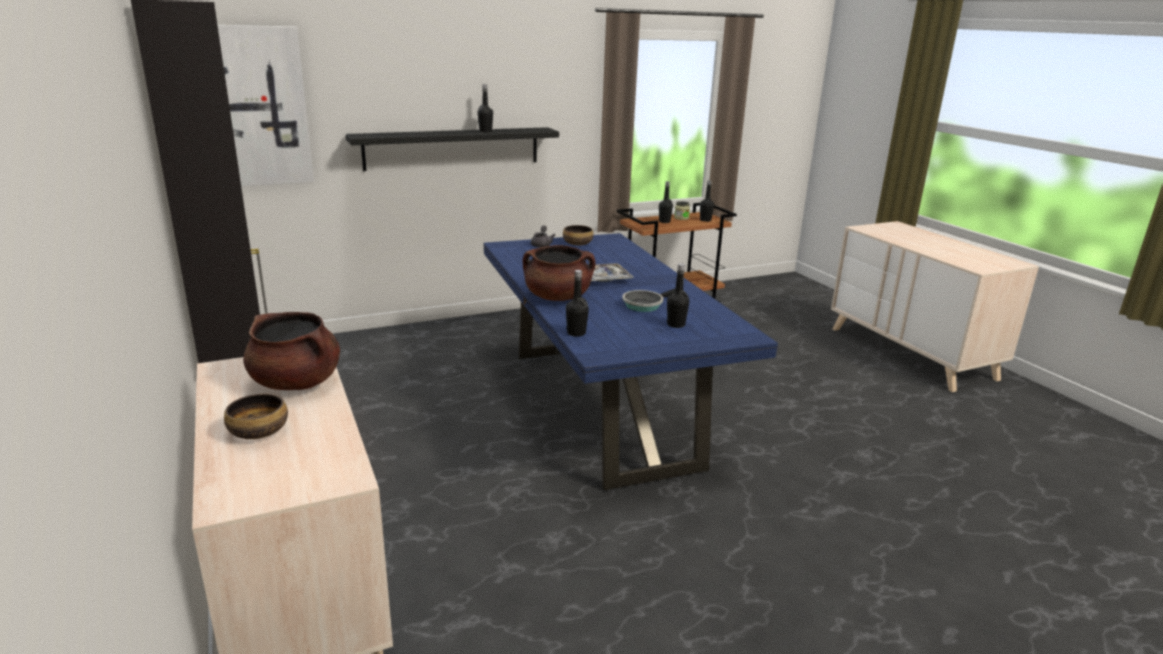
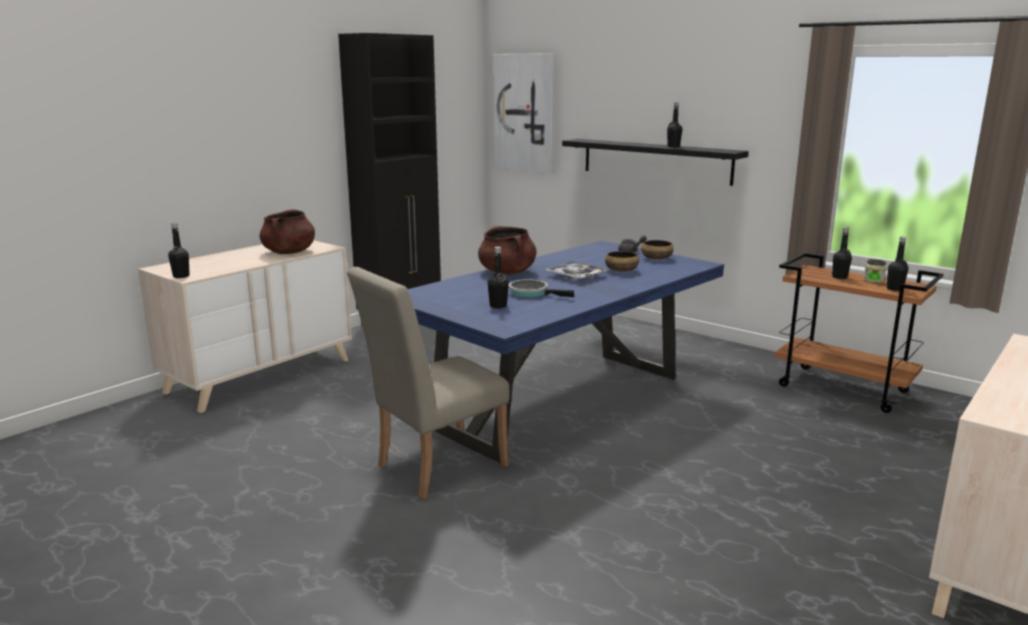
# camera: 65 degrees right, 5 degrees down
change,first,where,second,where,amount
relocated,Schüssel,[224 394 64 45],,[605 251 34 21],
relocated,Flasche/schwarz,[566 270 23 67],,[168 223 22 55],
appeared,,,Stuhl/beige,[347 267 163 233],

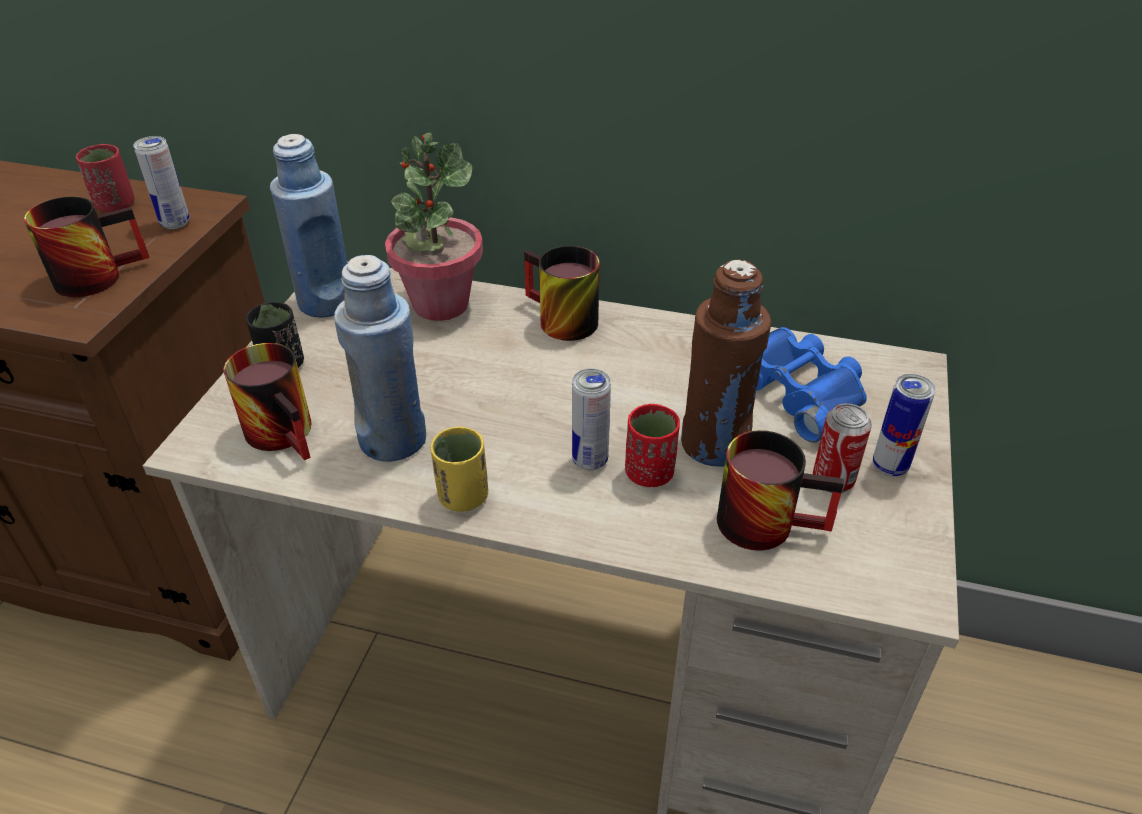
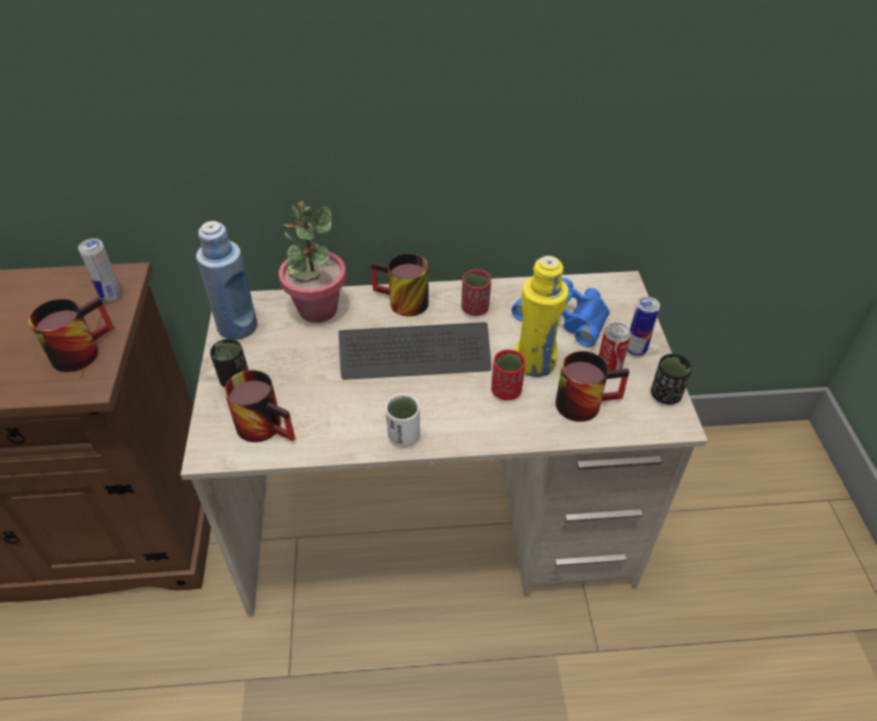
# camera: 20 degrees left, 5 degrees up
change,first,where,second,where,amount
relocated,Tasse/rot,[76 144 59 68],,[461 270 30 46],
missing,Flasche/blau,[334 255 92 207],,,
colour,Tasse/gelb,[431 427 57 85],Tasse/weiß,[386 394 34 53],
missing,Dose,[572 368 39 103],,,
colour,Flasche/braun,[681 259 90 208],Flasche/gelb,[515 256 54 121],
appeared,,,Tastatur,[339 322 152 58],
appeared,,,Tasse/schwarz,[651 354 41 51],

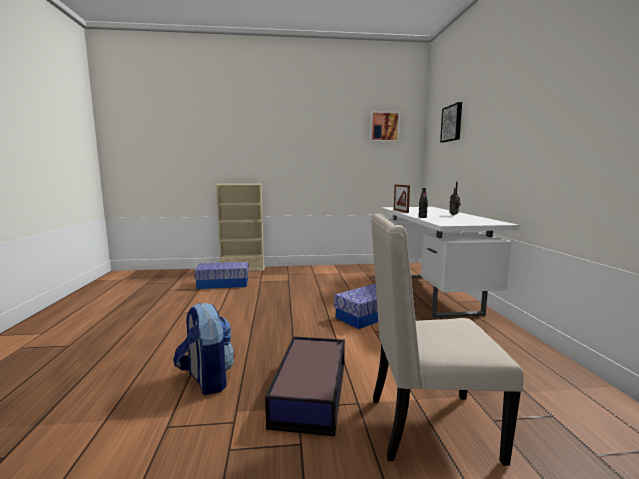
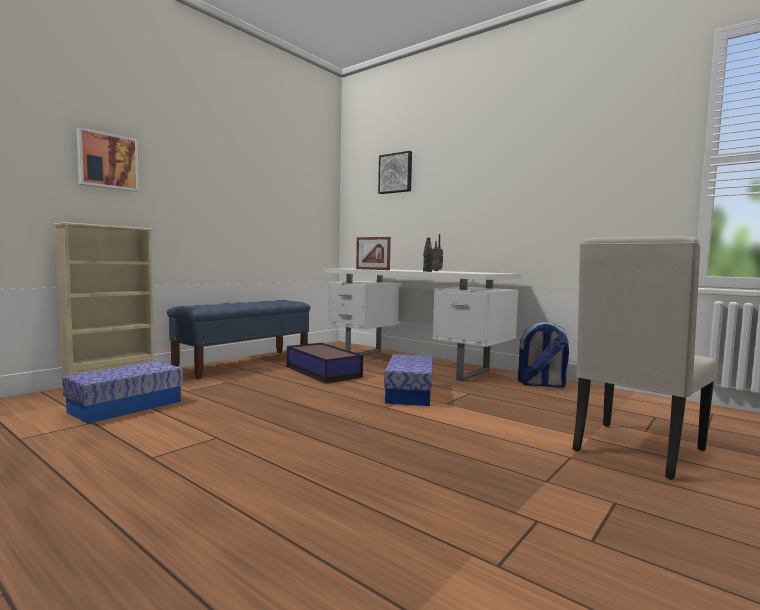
# camera: 45 degrees left, 5 degrees down
change,first,where,second,where,amount
relocated,Rucksack,[173 303 62 92],,[518 322 51 66],
relocated,Aufbewahrungsbox,[265 336 80 100],,[287 343 76 41],
relocated,Bild,[370 111 30 31],,[77 127 62 65],
appeared,,,Bank/blau,[167 300 144 79],

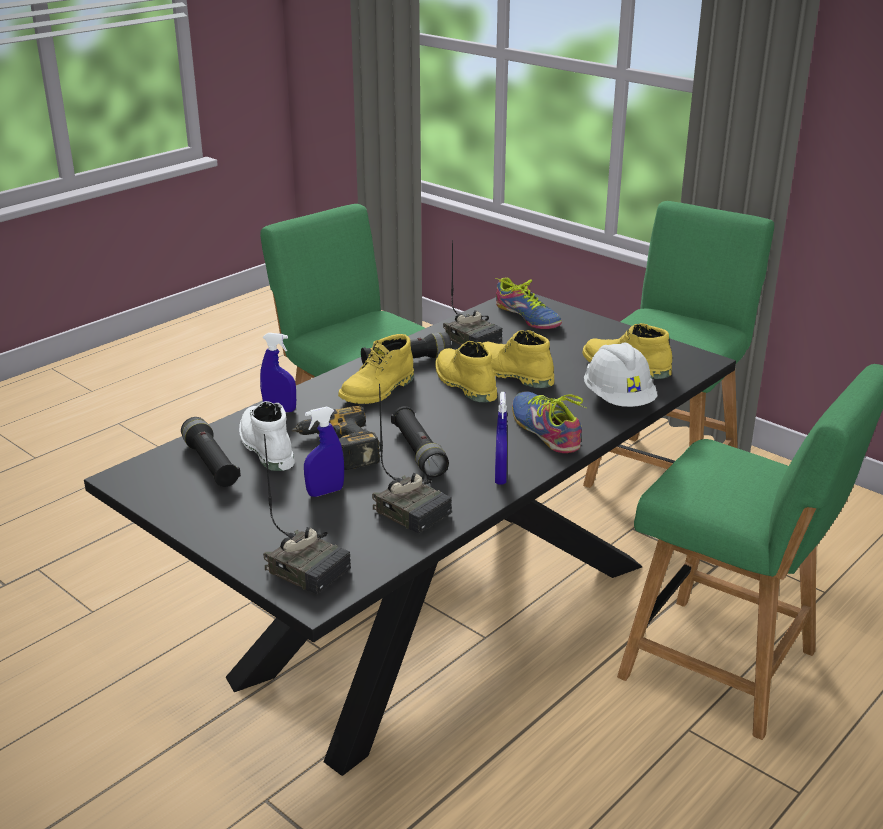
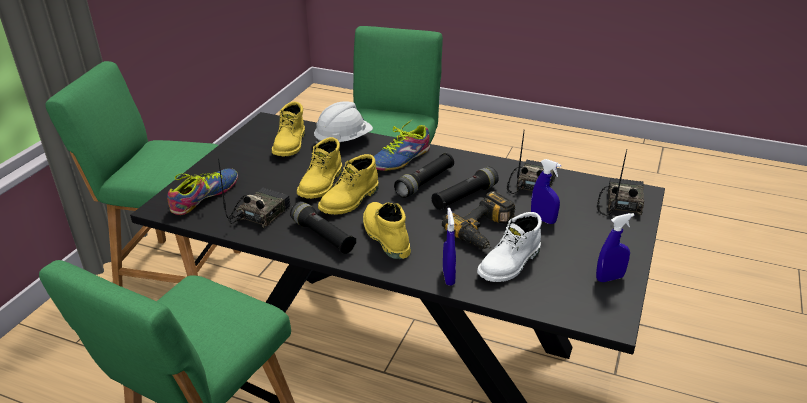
# camera: 110 degrees left, 5 degrees up
change,first,where,second,where,amount
relocated,Taschenlampe/schwarz,[181 417 60 70],,[394 153 60 45],
spun,Stiefel/gelb,[338 334 76 70],,[363 202 48 57],135 degrees counterclockwise
relocated,Sprühflasche/blau,[495 392 12 93],,[596 213 39 69],

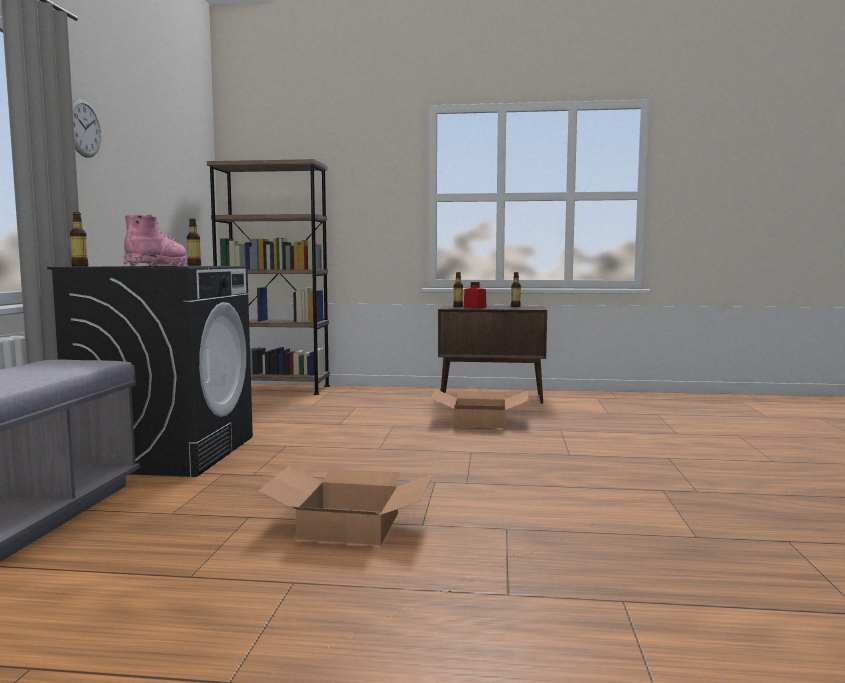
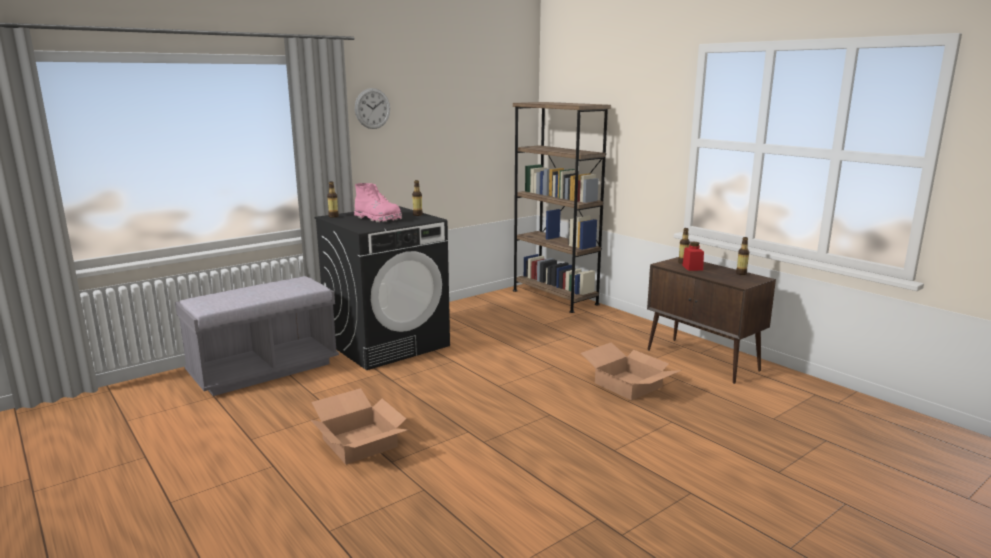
# camera: 45 degrees right, 10 degrees up
change,first,where,second,where,amount
spun,Stiefel/rosa,[123 214 64 52],,[354 183 48 39],60 degrees clockwise

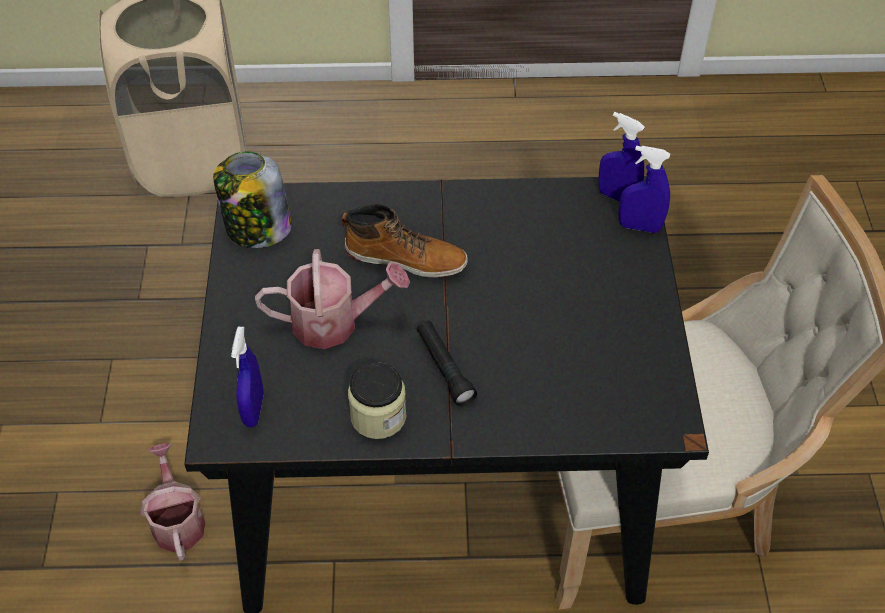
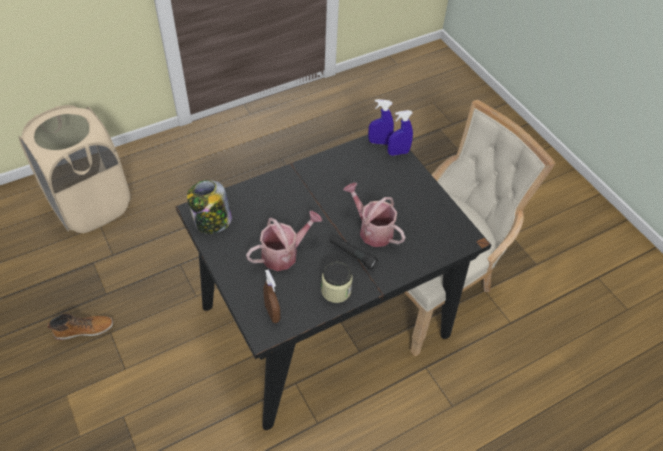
# camera: 30 degrees left, 0 degrees up
change,first,where,second,where,amount
relocated,Gießkanne,[140 443 65 118],,[343 182 63 65],
colour,Sprühflasche/blau,[231 327 33 100],Sprühflasche/braun,[263 269 18 54],
relocated,Stiefel,[341 204 127 74],,[47 314 66 26],

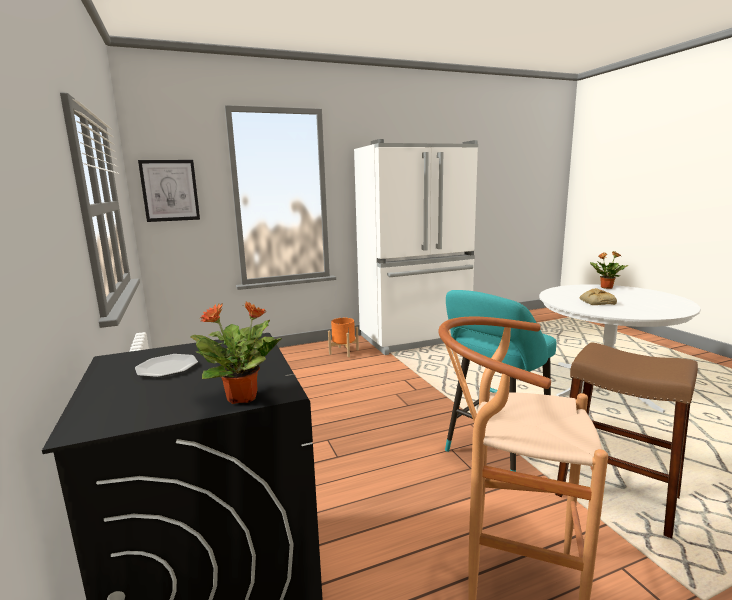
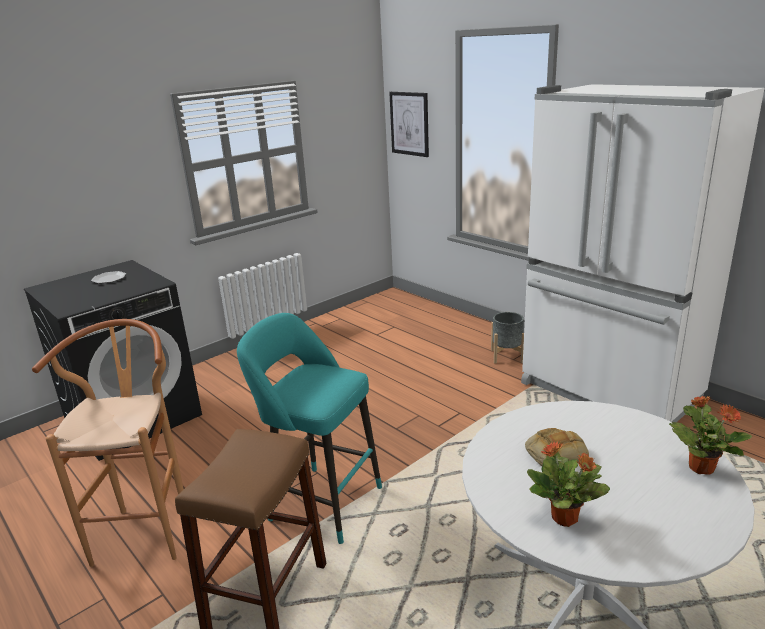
# camera: 70 degrees right, 10 degrees up
change,first,where,second,where,amount
relocated,Topfpflanze,[190 302 92 102],,[527 441 83 86],
colour,Pflanzkübel/orange,[328 318 31 39],Pflanzkübel/grau,[491 312 33 51],

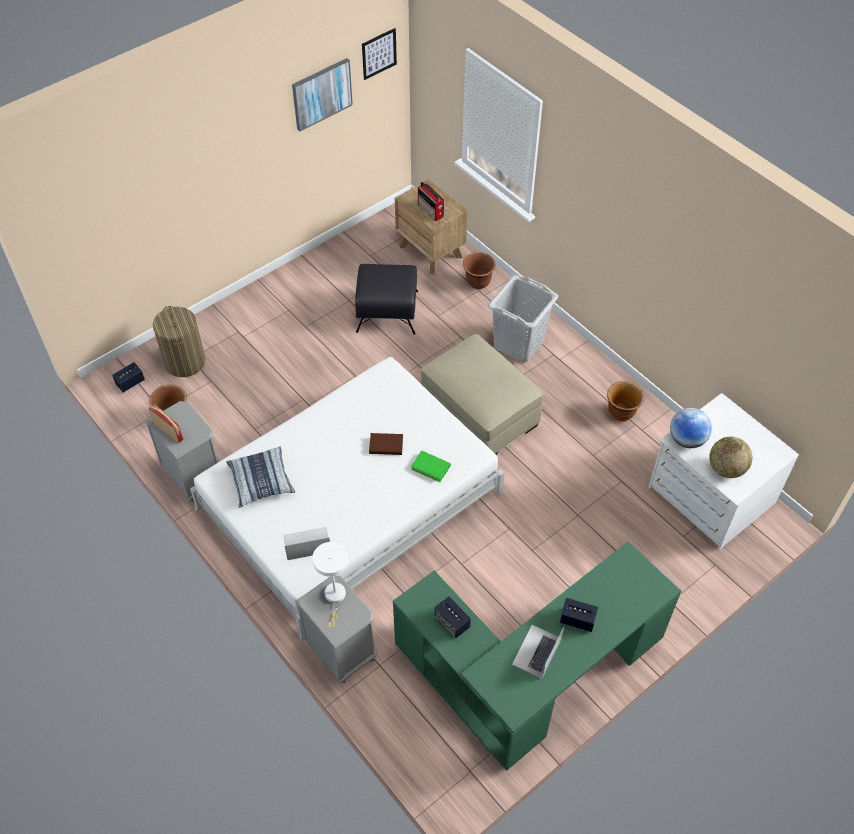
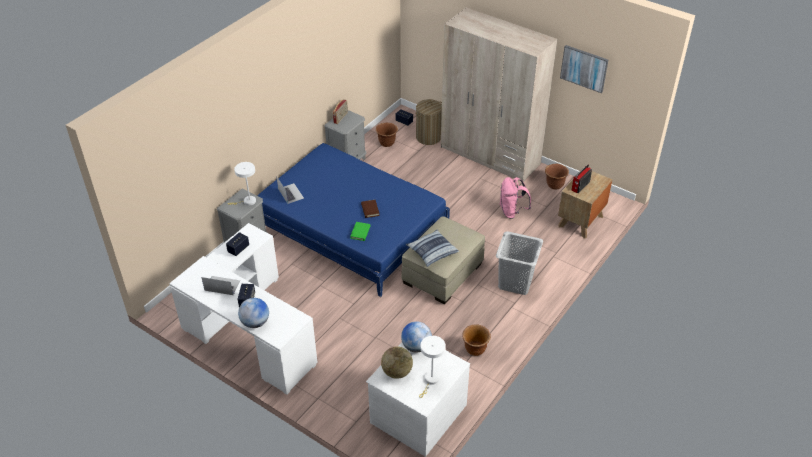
# camera: 75 degrees right, 10 degrees down
change,first,where,second,where,amount
colour,Bett/weiß,[190 357 315 284],Bett/blau,[258 143 192 154],
relocated,Kissen,[226 447 69 61],,[406 230 53 37],
exchanged,Polsterhocker/schwarz,[355 264 63 71],Rucksack/rosa,[499 177 32 42],
missing,Bild,[362 28 35 52],,,
colour,Schreibtisch/grün,[393 541 288 230],Schreibtisch/weiß,[169 223 149 172],
relocated,Pflanzkübel/braun,[463 252 33 37],,[545 164 24 26],
appeared,,,Globus,[238 298 31 30],
appeared,,,Tischlampe/weiß,[419 336 27 62],
appeared,,,Kleiderschrank/beige,[441 7 116 175],

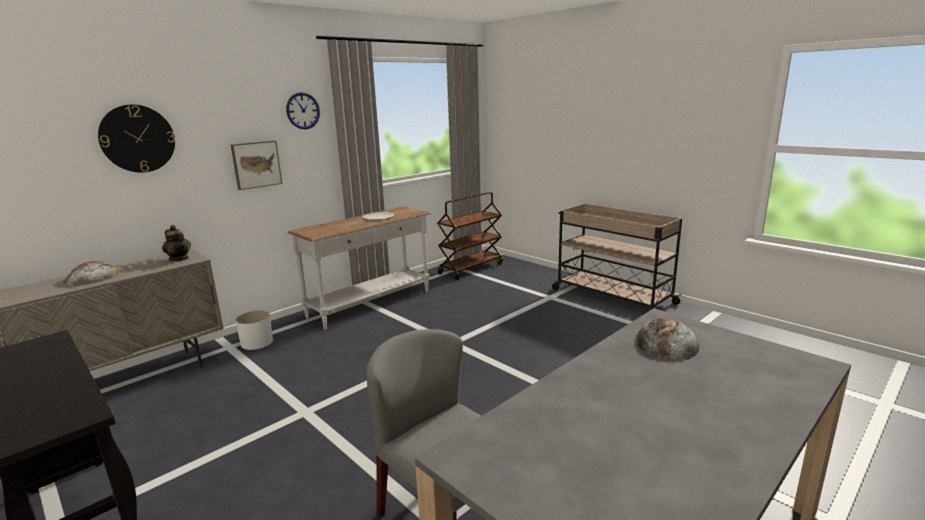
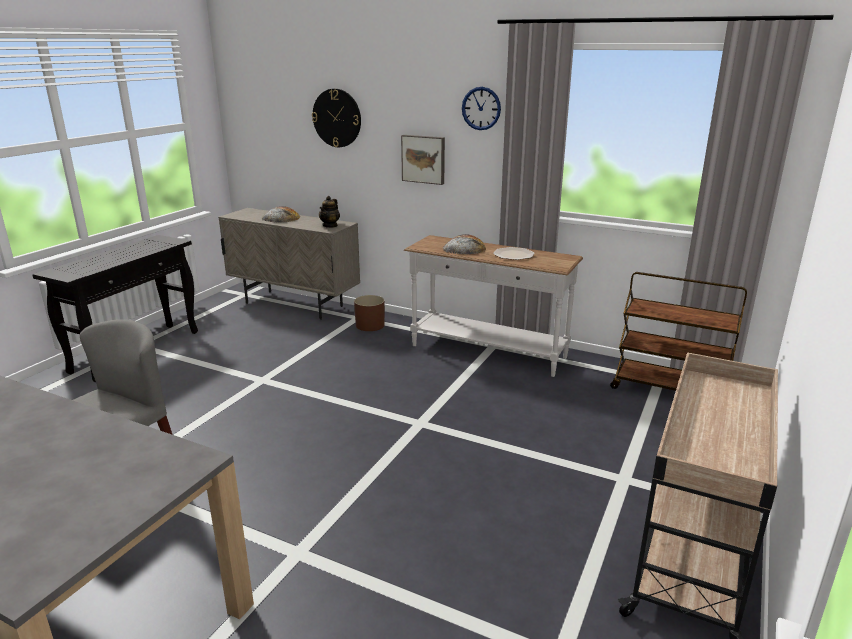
# camera: 70 degrees right, 5 degrees up
change,first,where,second,where,amount
colour,Pflanzkübel/weiß,[236 311 37 39],Pflanzkübel/braun,[354 295 31 36],
relocated,Brot,[636 318 63 43],,[442 234 44 20],

